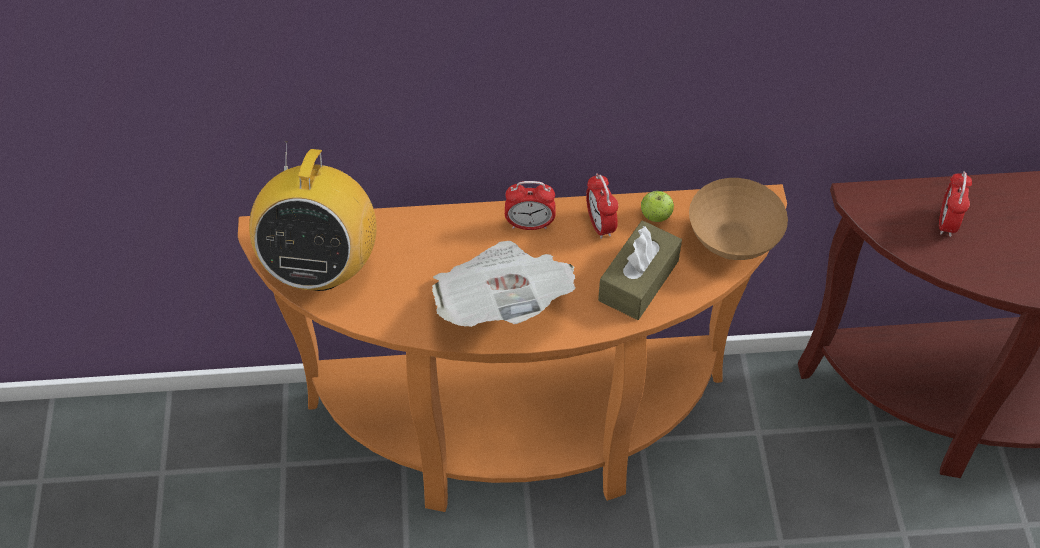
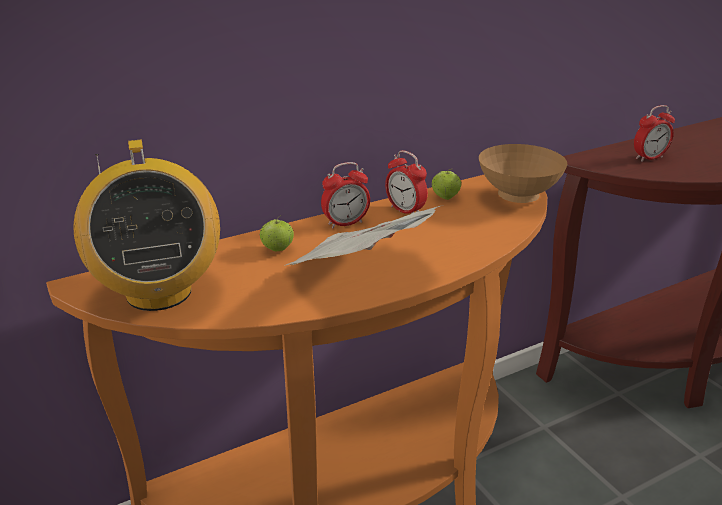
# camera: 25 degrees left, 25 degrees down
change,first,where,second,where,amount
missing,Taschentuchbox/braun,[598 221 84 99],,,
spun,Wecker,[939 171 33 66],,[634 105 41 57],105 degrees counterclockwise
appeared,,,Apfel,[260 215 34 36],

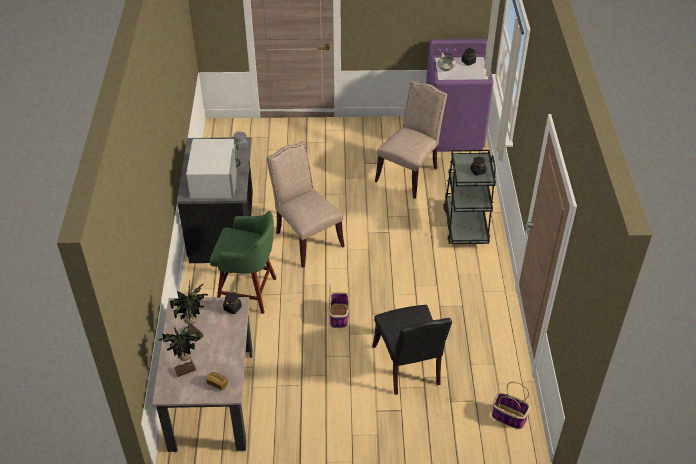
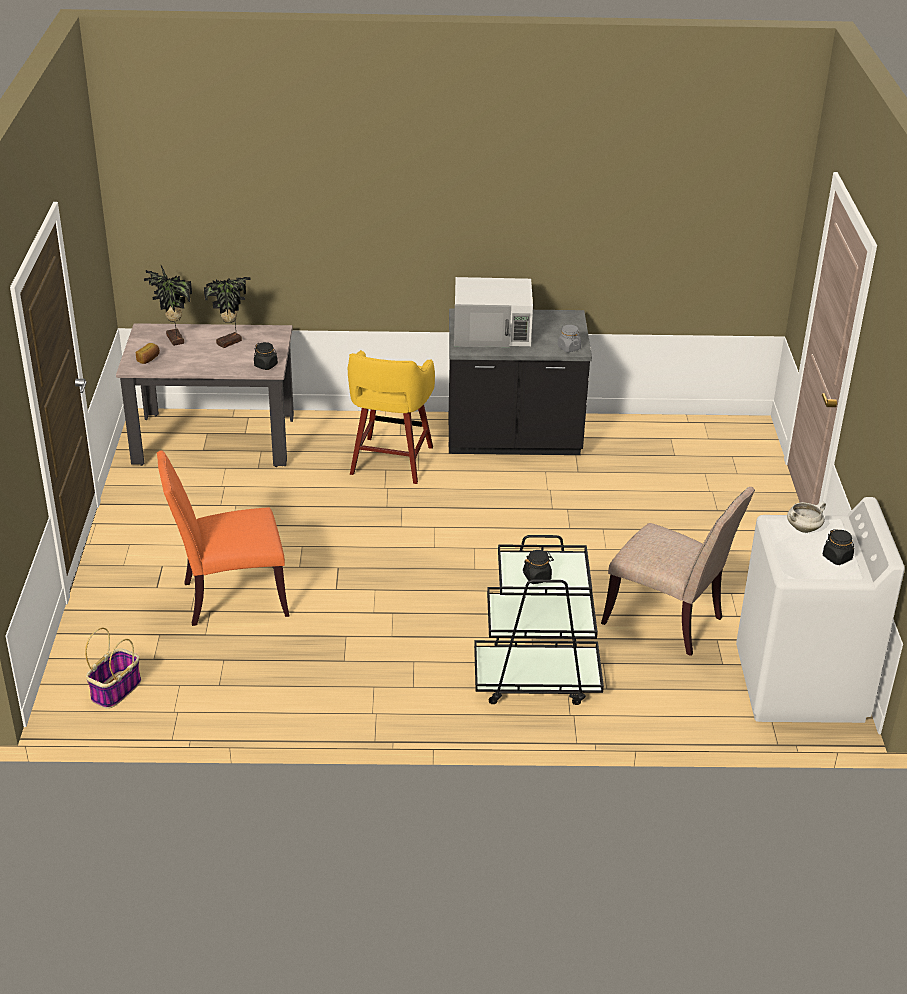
# camera: 90 degrees right, 10 degrees down
change,first,where,second,where,amount
colour,Hocker/grün,[210 211 66 103],Hocker/gelb,[348 350 87 134],
missing,Stuhl/beige,[266 141 79 126],,,
missing,Korb,[329 284 21 44],,,
colour,Stuhl/schwarz,[372 305 80 90],Stuhl/orange,[157 450 132 176],
colour,Waschmaschine/lila,[426 39 68 113],Waschmaschine/weiß,[736 497 169 226],

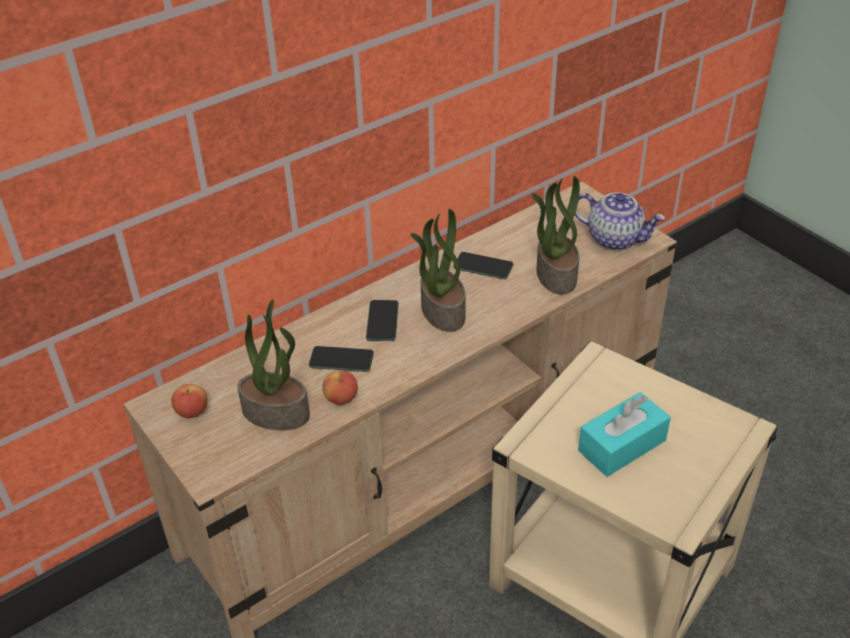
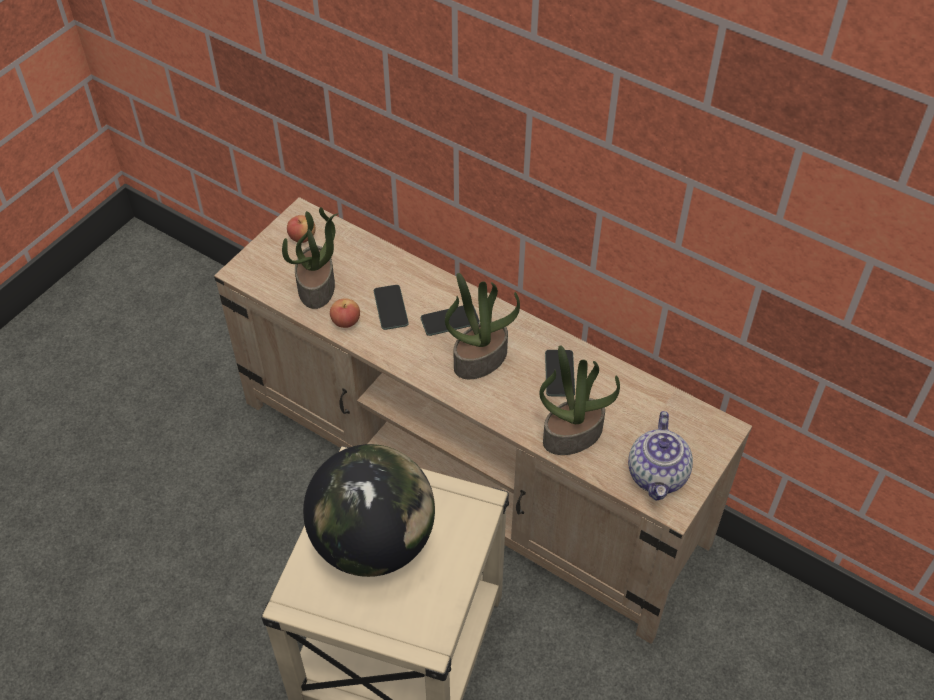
# camera: 70 degrees right, 10 degrees up
change,first,where,second,where,amount
exchanged,Taschentuchbox/türkis,[578 392 93 85],Globus,[303 444 132 133],

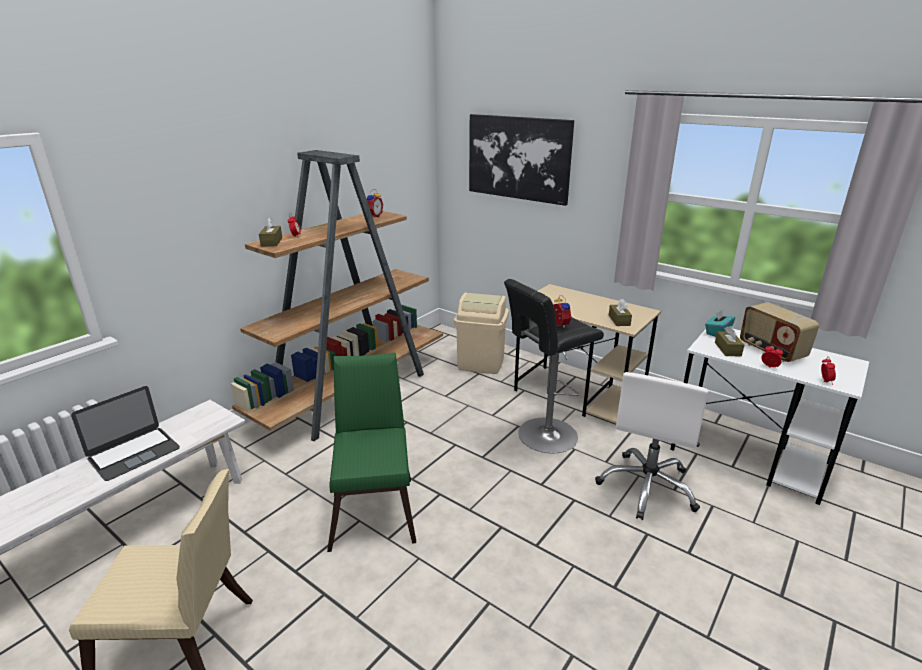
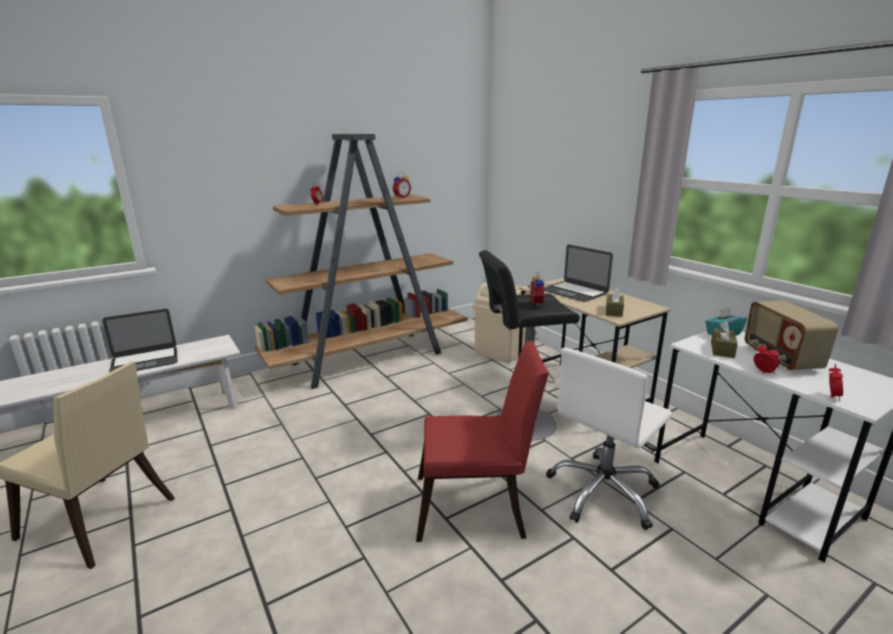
# camera: 20 degrees right, 5 degrees down
change,first,where,second,where,amount
missing,Taschentuchbox/braun,[259 217 23 30],,,
missing,Stuhl/grün,[327 353 89 199],,,
missing,Bild,[469 114 105 92],,,
appeared,,,Stuhl/rot,[416 341 133 201],
appeared,,,Laptop,[544 245 69 57],

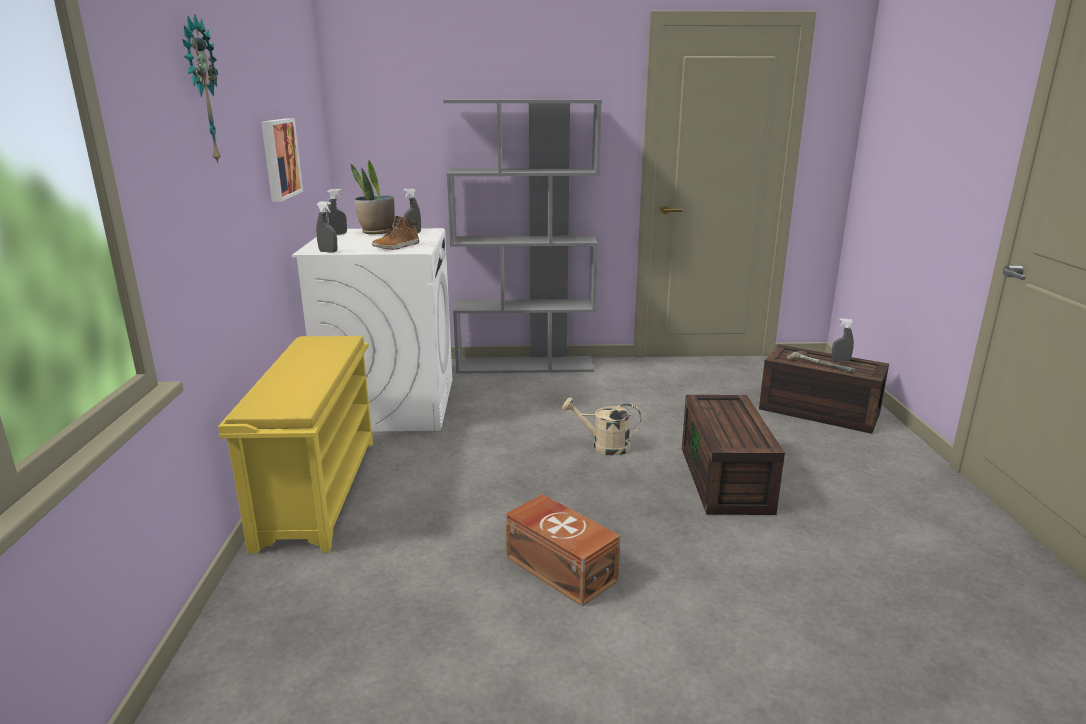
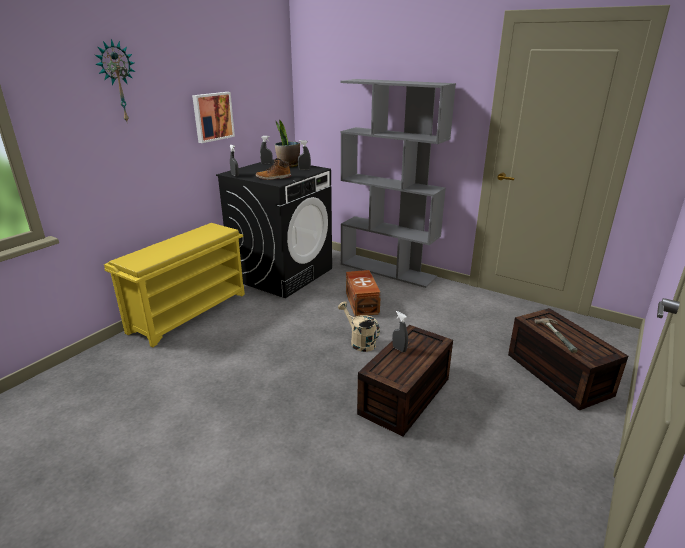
# camera: 35 degrees right, 5 degrees up
change,first,where,second,where,amount
colour,Waschmaschine/weiß,[292 228 160 204],Waschmaschine/schwarz,[216 159 116 139],
relocated,Aufbewahrungsbox/braun,[505 494 115 113],,[346 270 35 47],
relocated,Sprühflasche/grau,[831 318 23 44],,[392 311 16 41],

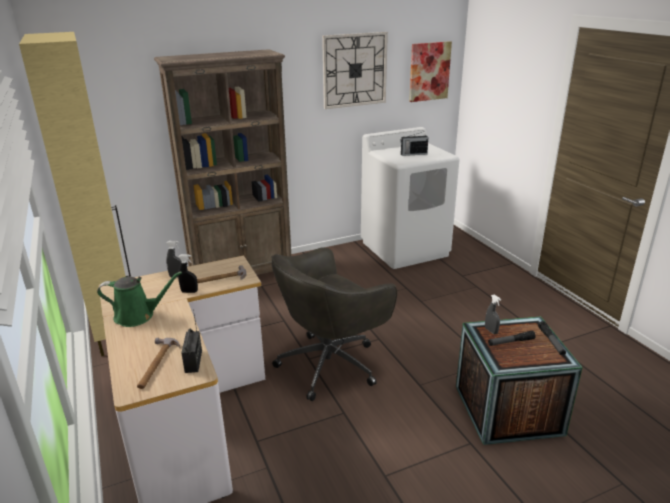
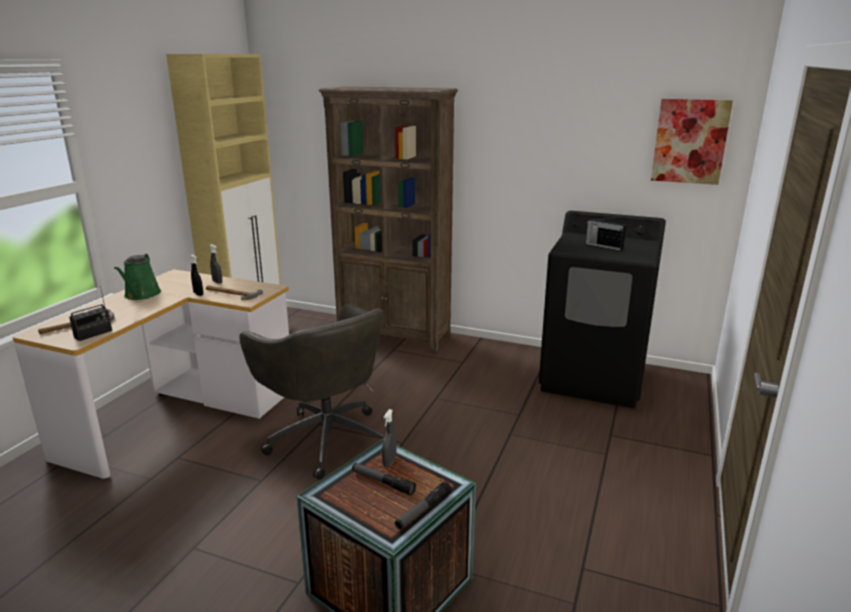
# camera: 45 degrees right, 5 degrees down
change,first,where,second,where,amount
spun,Gießkanne/grün,[97 272 85 55],,[114 254 47 46],45 degrees clockwise
spun,Bürostuhl/grau,[272 247 125 154],,[239 304 145 176],135 degrees counterclockwise
missing,Wanduhr,[322 32 66 77],,,
colour,Waschmaschine/weiß,[361 127 99 142],Waschmaschine/schwarz,[539 211 127 197],

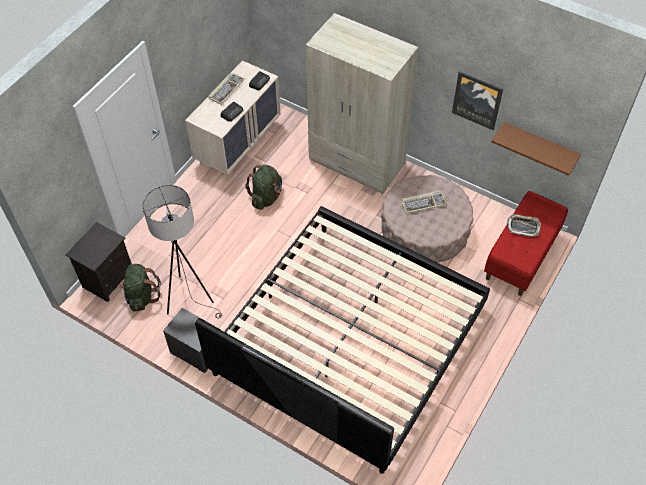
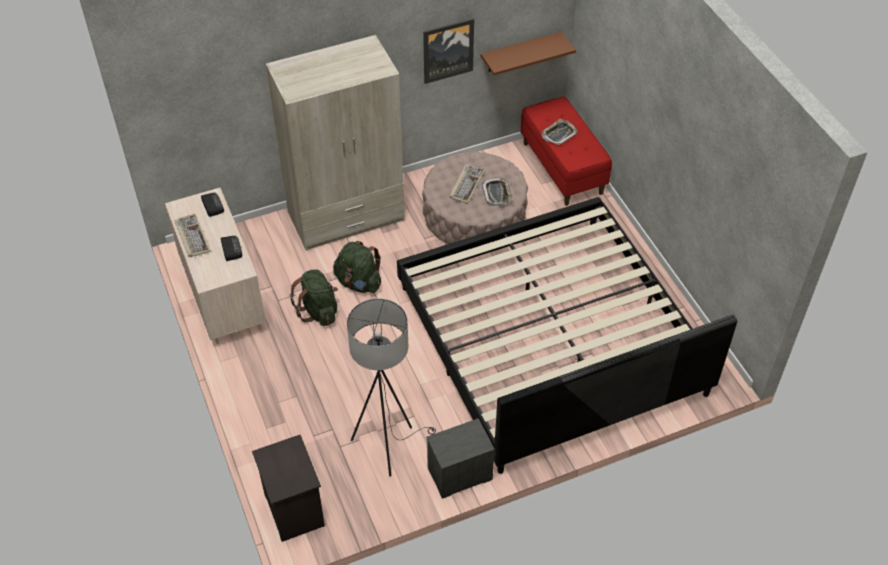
# camera: 55 degrees left, 5 degrees down
change,first,where,second,where,amount
relocated,Rucksack/grün,[119 264 42 48],,[333 241 48 52],
appeared,,,Tablett,[482 177 31 29],

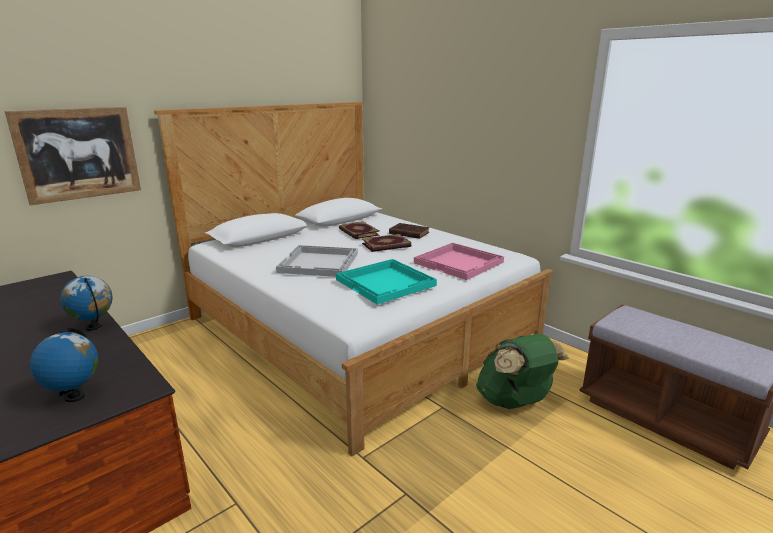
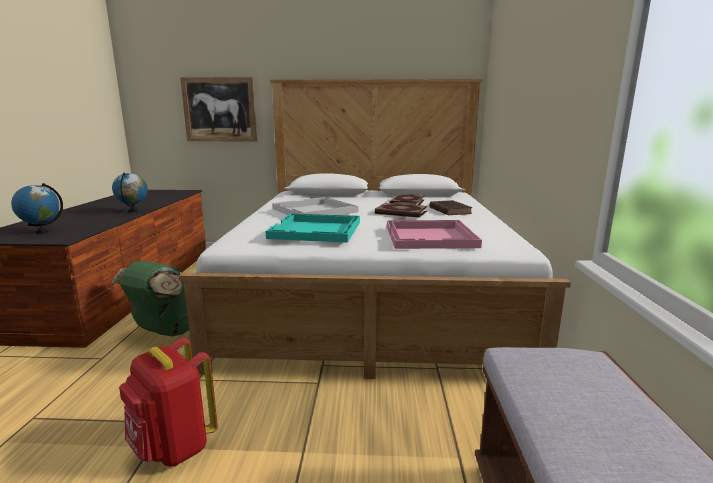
# camera: 45 degrees right, 5 degrees down
change,first,where,second,where,amount
relocated,Rucksack/grün,[476 334 94 75],,[112 261 77 75],
appeared,,,Rucksack/rot,[119 338 99 129],

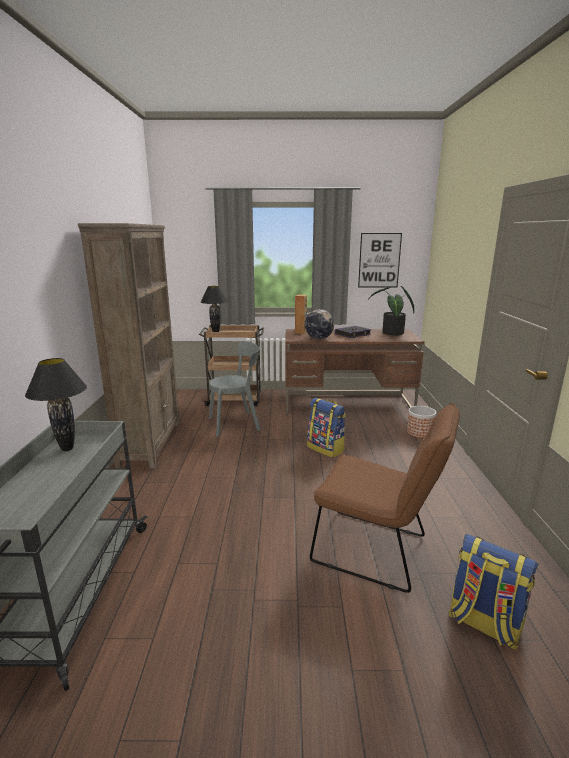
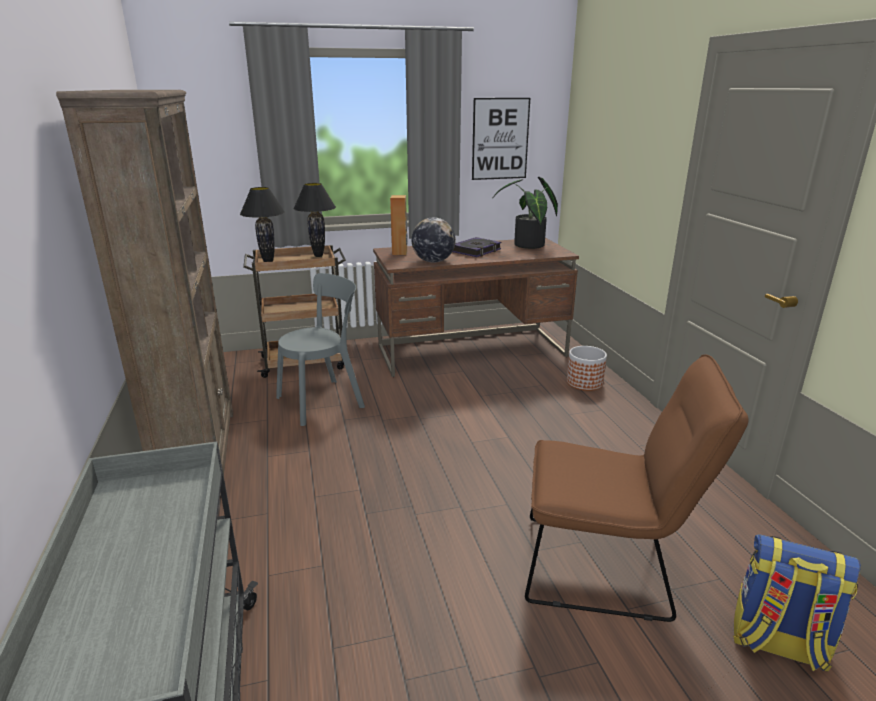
# camera: 15 degrees left, 5 degrees up
change,first,where,second,where,amount
relocated,Tischlampe/schwarz,[25 358 62 93],,[293 183 43 74],
missing,Rucksack,[307 398 39 60],,,

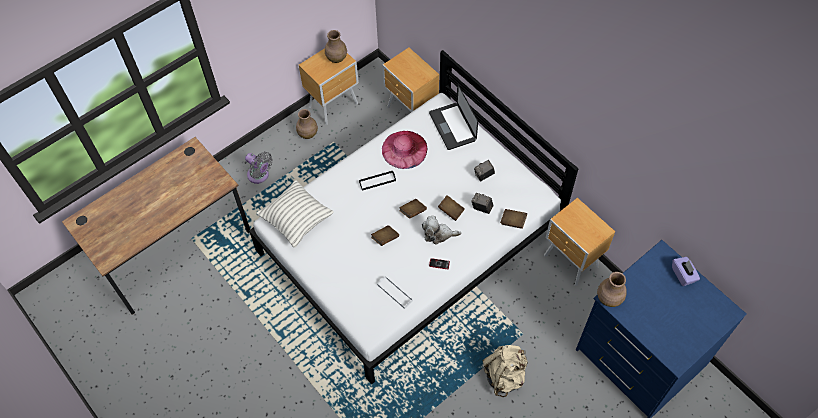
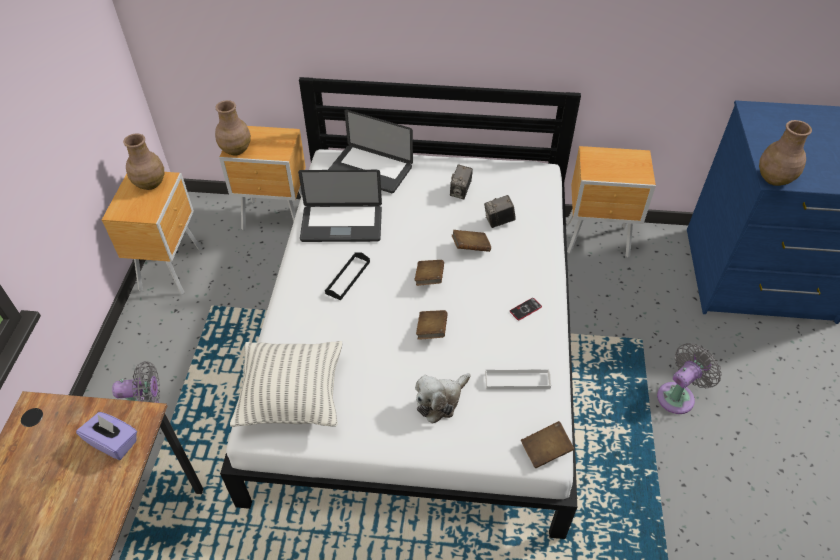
# camera: 45 degrees left, 10 degrees down
change,first,where,second,where,amount
relocated,Vase/braun,[296 109 22 30],,[215 100 36 56],
exchanged,Hut/rosa,[382 131 45 38],Laptop,[298 170 84 72],
relocated,Plüschtier,[422 216 40 29],,[415 373 56 51],
exchanged,Rucksack/beige,[482 345 46 52],Ventilator/grau,[657 343 65 71],
relocated,Buch/braun,[500 209 27 20],,[521 421 53 47],
relocated,Taschentuchbox/lila,[672 257 28 29],,[76 412 61 48],

